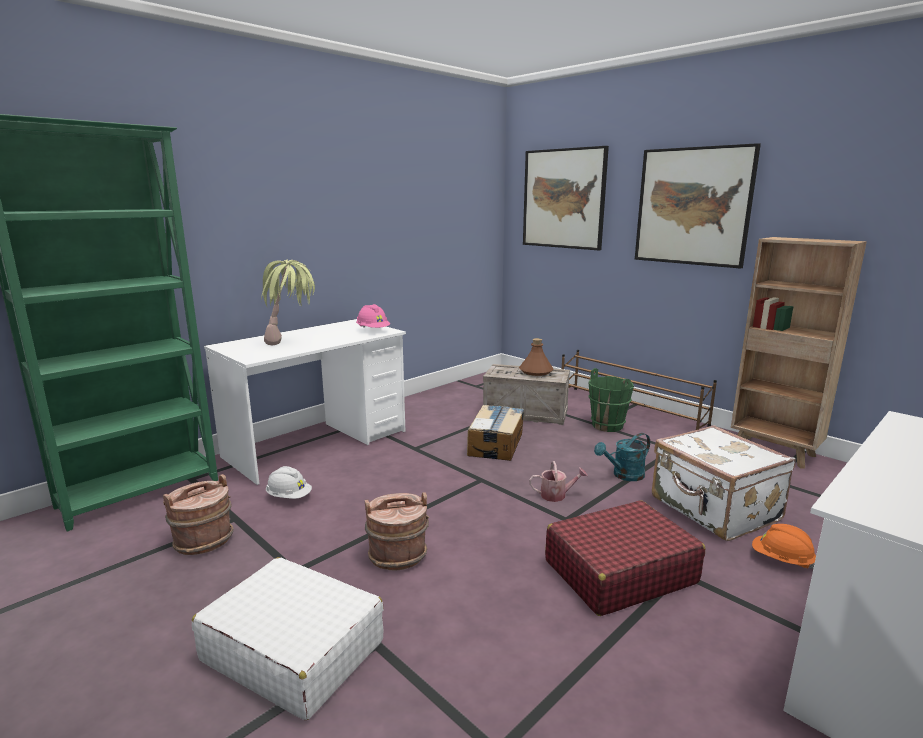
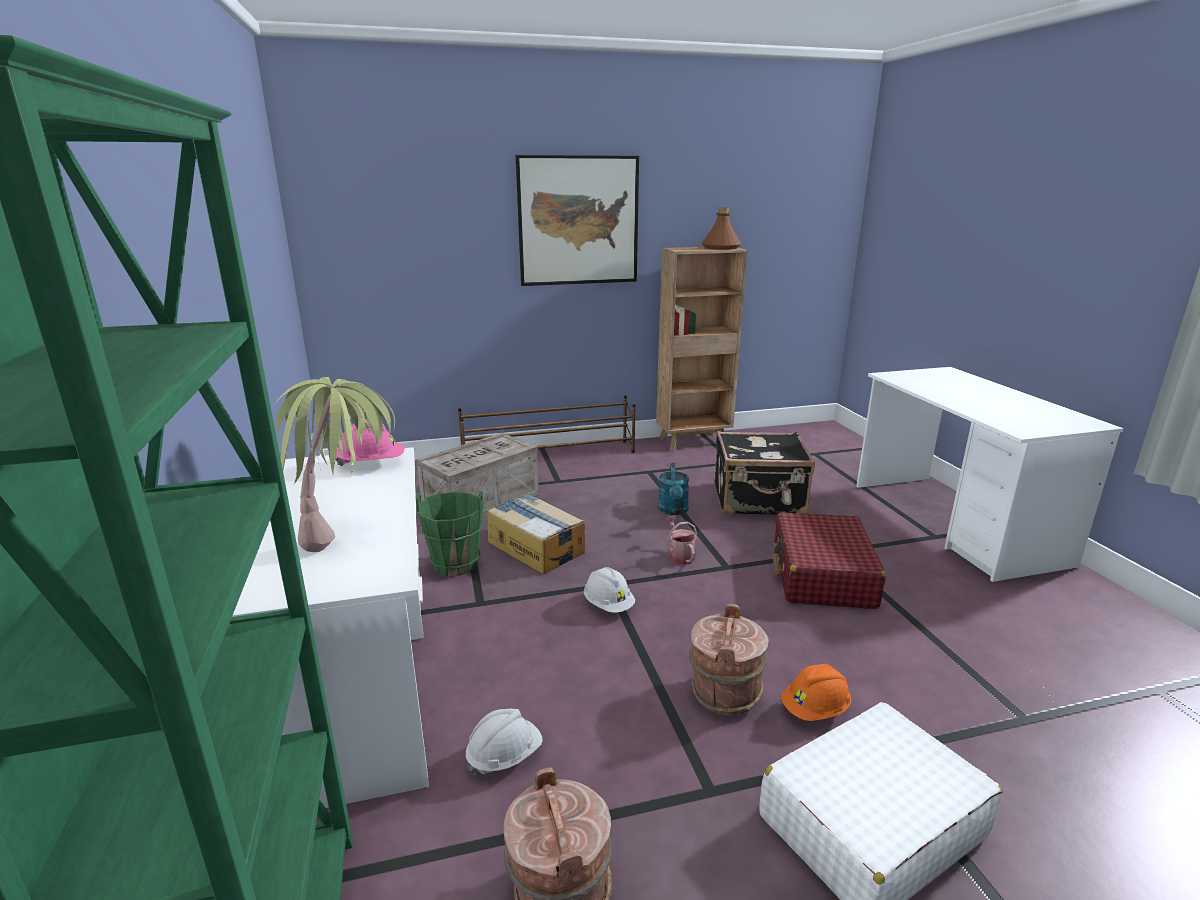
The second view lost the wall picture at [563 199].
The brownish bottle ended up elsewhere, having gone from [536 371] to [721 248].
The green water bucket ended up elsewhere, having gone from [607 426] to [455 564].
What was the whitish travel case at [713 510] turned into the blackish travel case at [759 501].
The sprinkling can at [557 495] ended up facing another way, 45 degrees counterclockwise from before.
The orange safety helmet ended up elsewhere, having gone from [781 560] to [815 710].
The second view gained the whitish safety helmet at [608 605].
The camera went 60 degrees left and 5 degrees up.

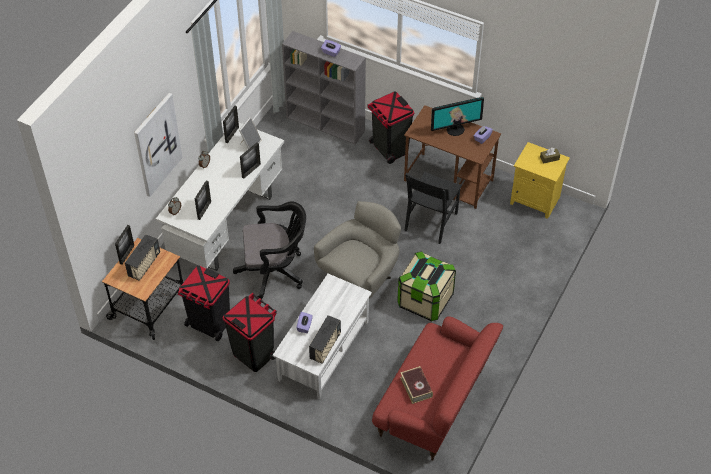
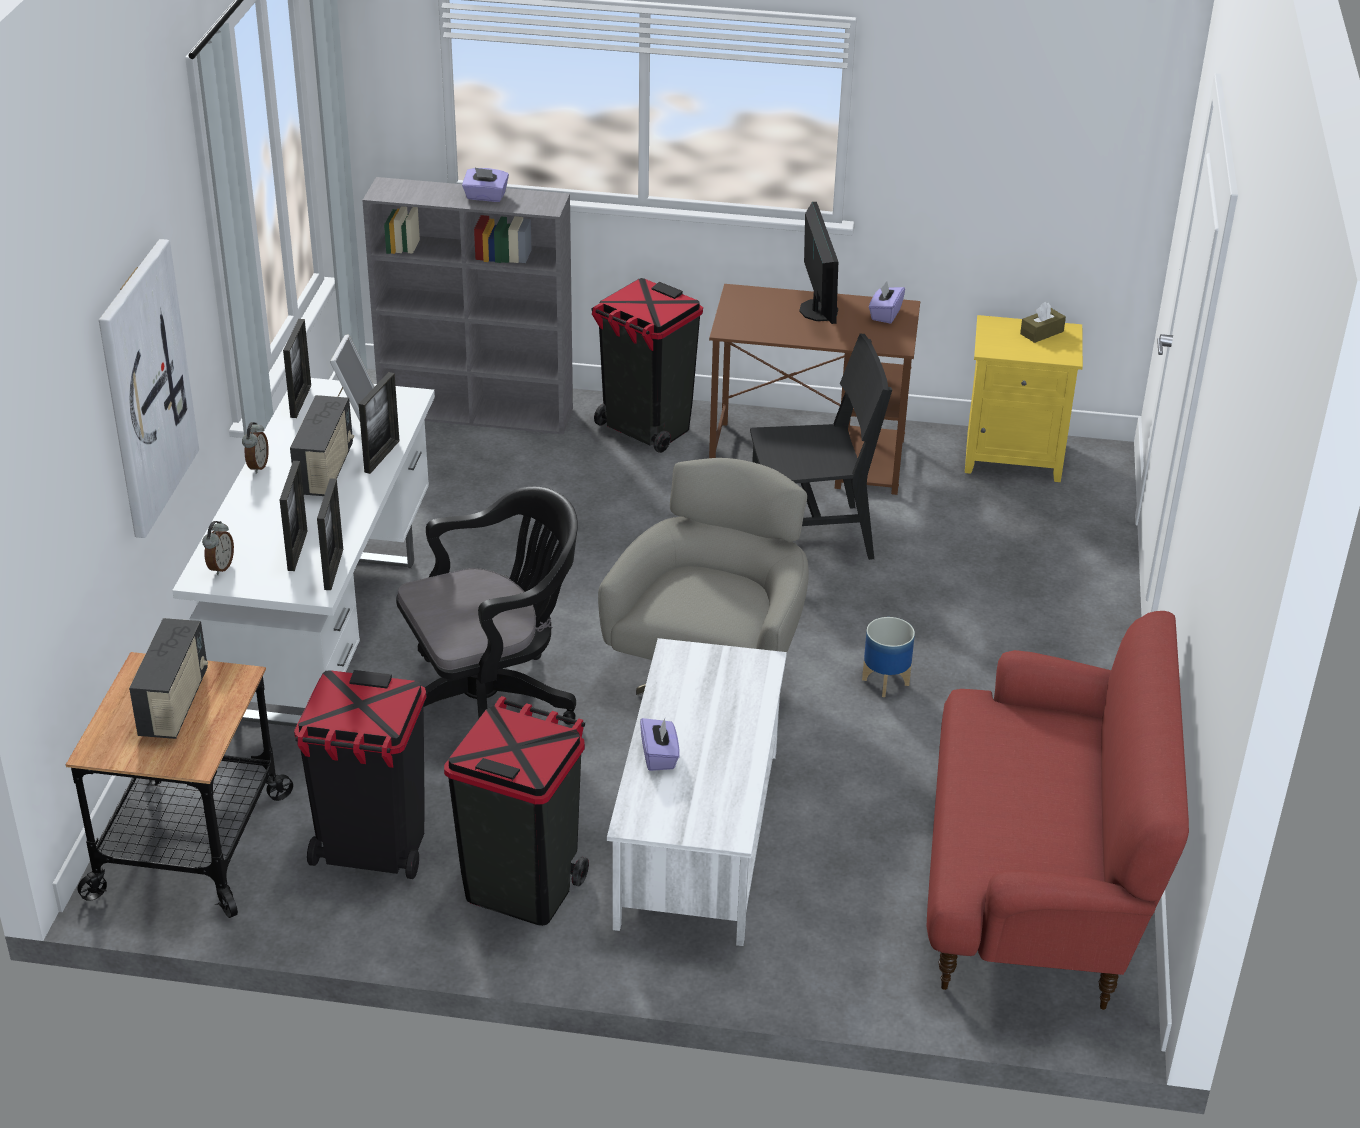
The computer display at [455 129] ended up facing another way, 60 degrees counterclockwise from before.
The blackish plain chair at [431 221] ended up facing another way, 105 degrees counterclockwise from before.
The photo frame ended up elsewhere, having gone from [127 254] to [334 569].
Where the storage container stood at [425 300], the planter came to stand at [886 682].
The radio ended up elsewhere, having gone from [325 346] to [325 471].
The second view lost the volume at [416 387].
The camera went 20 degrees left and 15 degrees down.

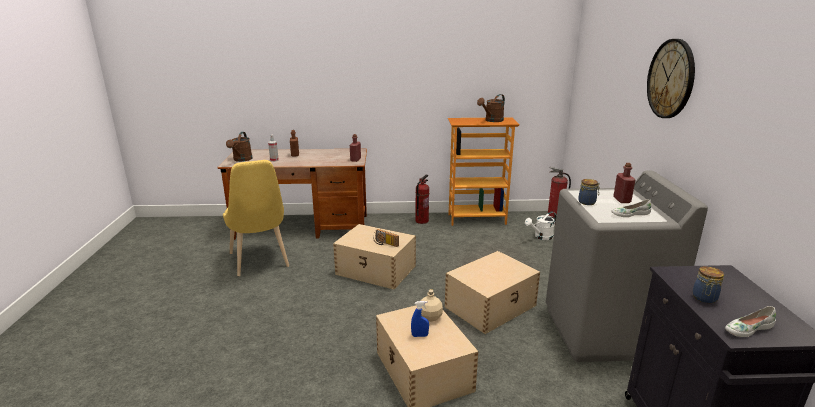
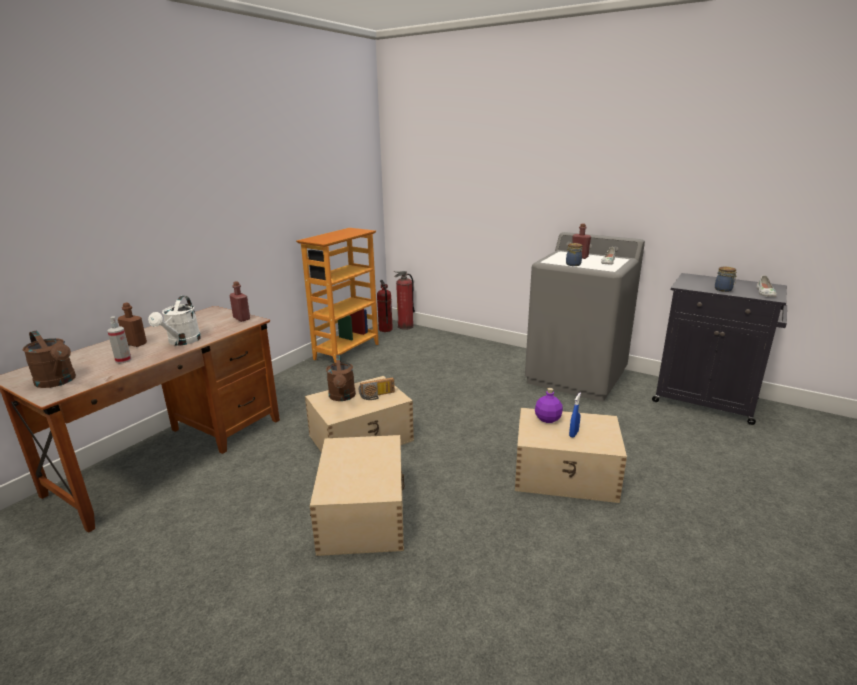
The second view lost the clock on the wall at [671 79].
The brownish sprinkling can ended up elsewhere, having gone from [492 120] to [342 397].
The second view lost the yellowish plain chair at [260 262].
The fire-fighting cylinder ended up elsewhere, having gone from [421 221] to [385 329].
The whitish sprinkling can ended up elsewhere, having gone from [541 237] to [182 342].
The beige-coloured storage container ended up elsewhere, having gone from [491 306] to [363 512].
What was the beige-coloured bottle at [430 317] turned into the purple-coloured bottle at [548 419].
The camera went 55 degrees left and 0 degrees up.

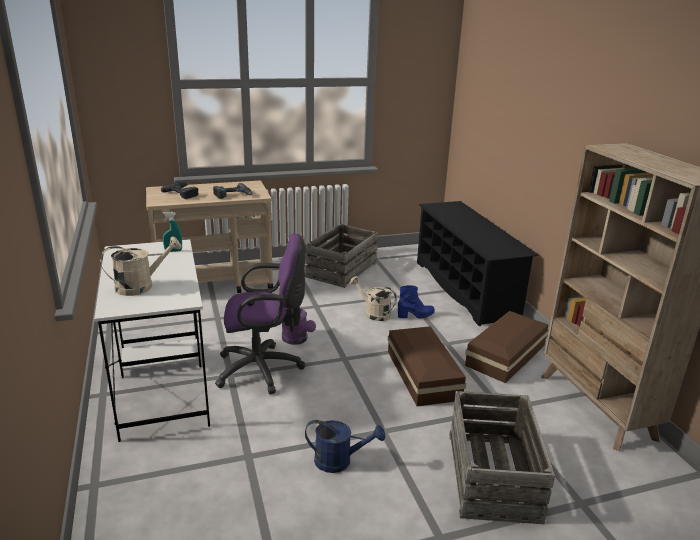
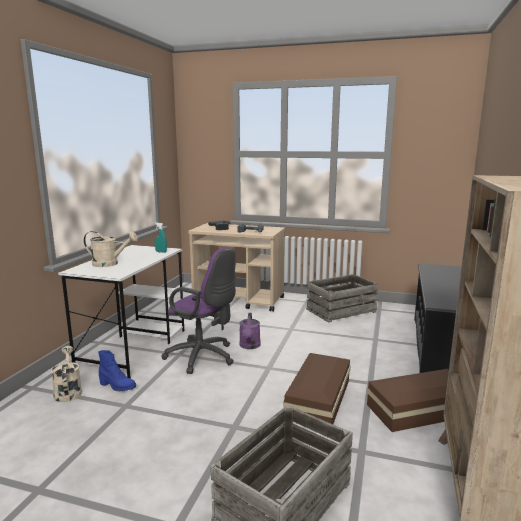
The beige-coloured sprinkling can ended up elsewhere, having gone from [373 313] to [68 391].
The bluish boot ended up elsewhere, having gone from [416 315] to [117 386].
The second view lost the bluish sprinkling can at [340 461].
The camera went 35 degrees right and 10 degrees down.

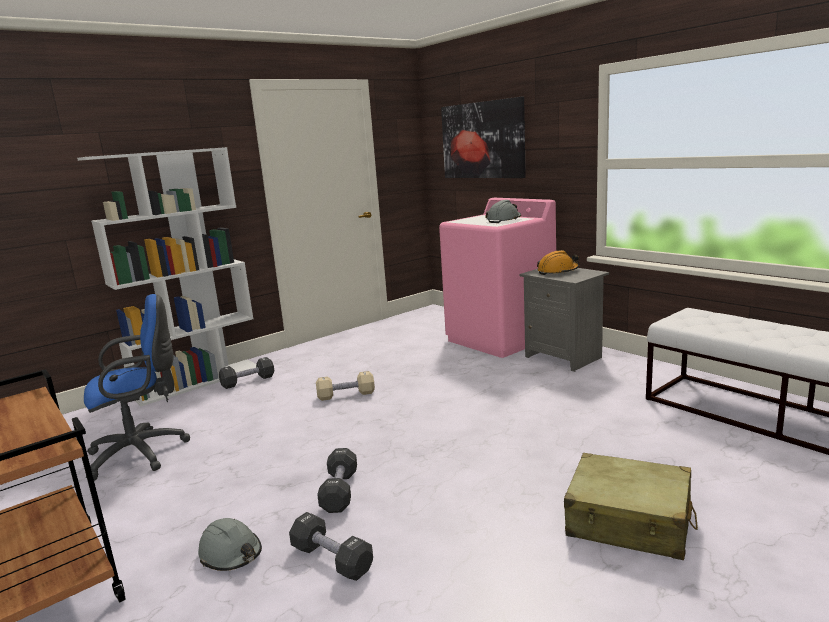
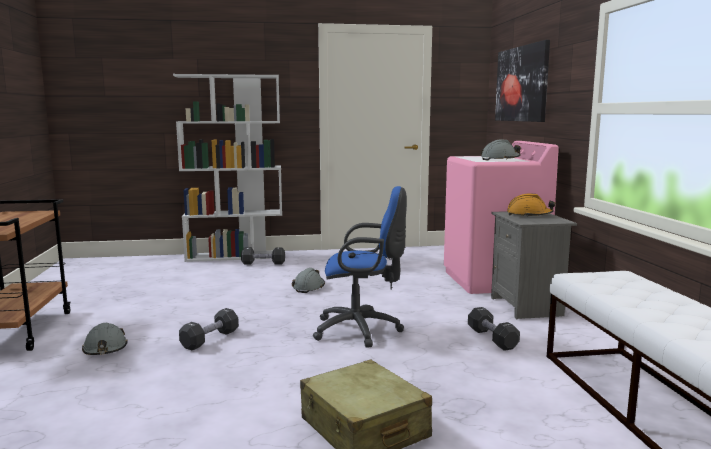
The bluish office chair ended up elsewhere, having gone from [143 452] to [362 330].
Where the beige-coloured dumbbell stood at [346 395], the grey safety helmet came to stand at [309 287].
The blackish dumbbell ended up elsewhere, having gone from [332 559] to [492 339].
The camera went 30 degrees right and 5 degrees down.

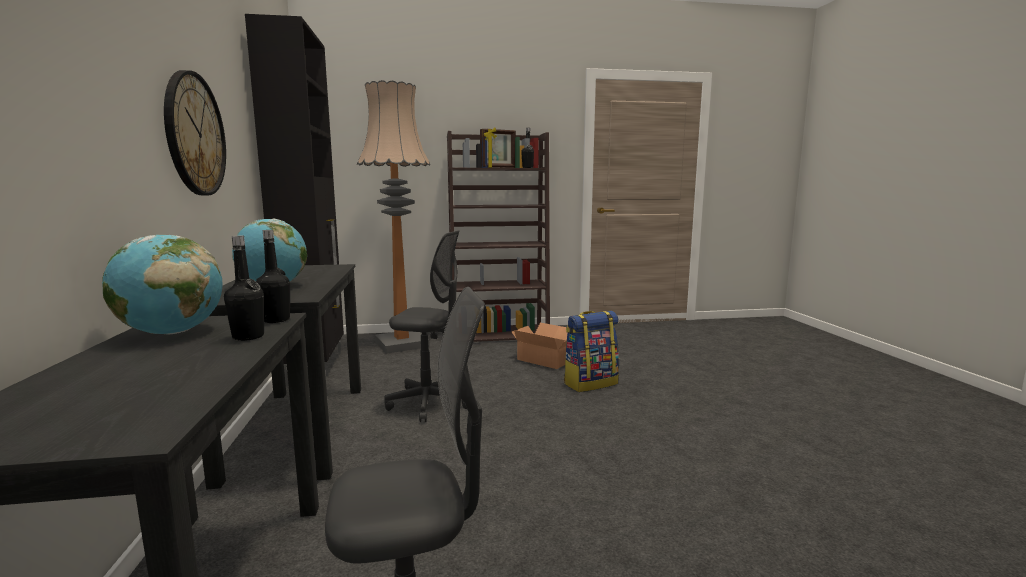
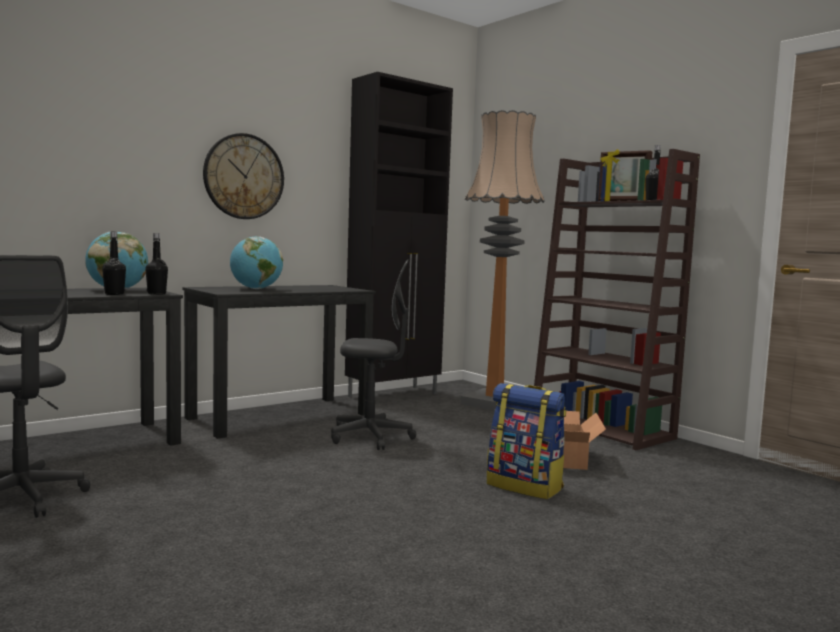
The grey office chair at [428 403] ended up facing another way, 75 degrees counterclockwise from before.
The camera went 60 degrees right and 5 degrees down.

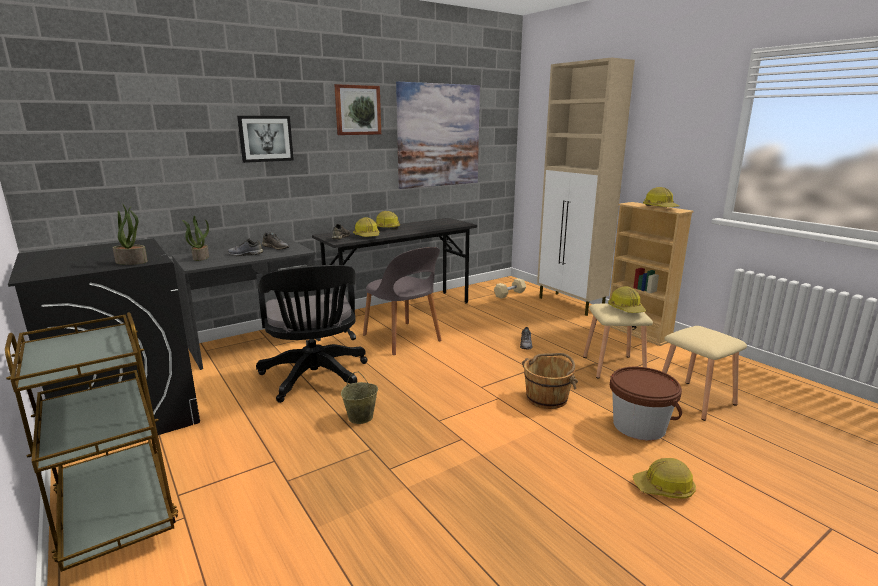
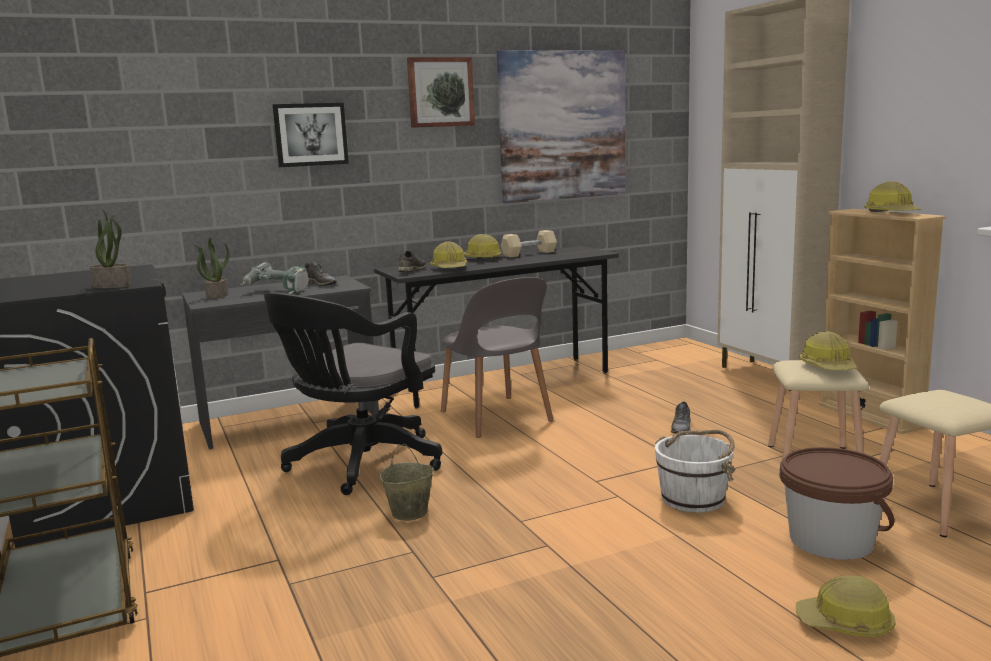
Where the grey low shoe stood at [245 254], the drill came to stand at [275 291].
The blackish office chair at [315 379] ended up facing another way, 45 degrees clockwise from before.
The beige-coloured dumbbell ended up elsewhere, having gone from [509 294] to [529 253].
What was the brownish water bucket at [547 398] turned into the whitish water bucket at [694 498].
The camera went 10 degrees right and 5 degrees down.

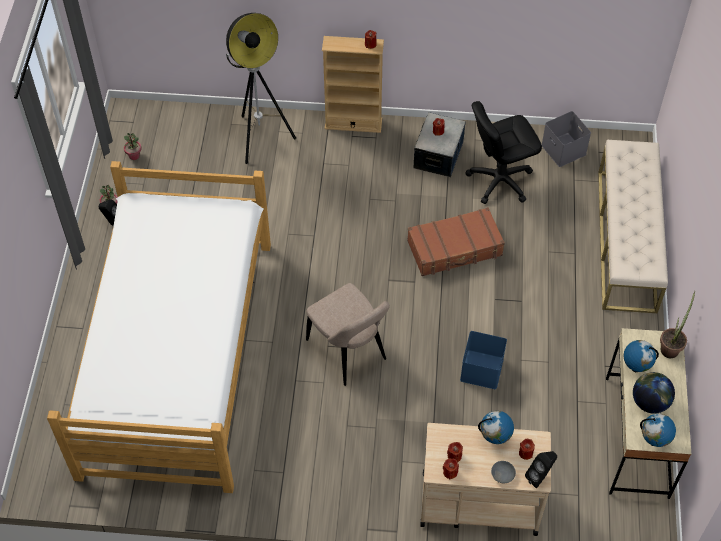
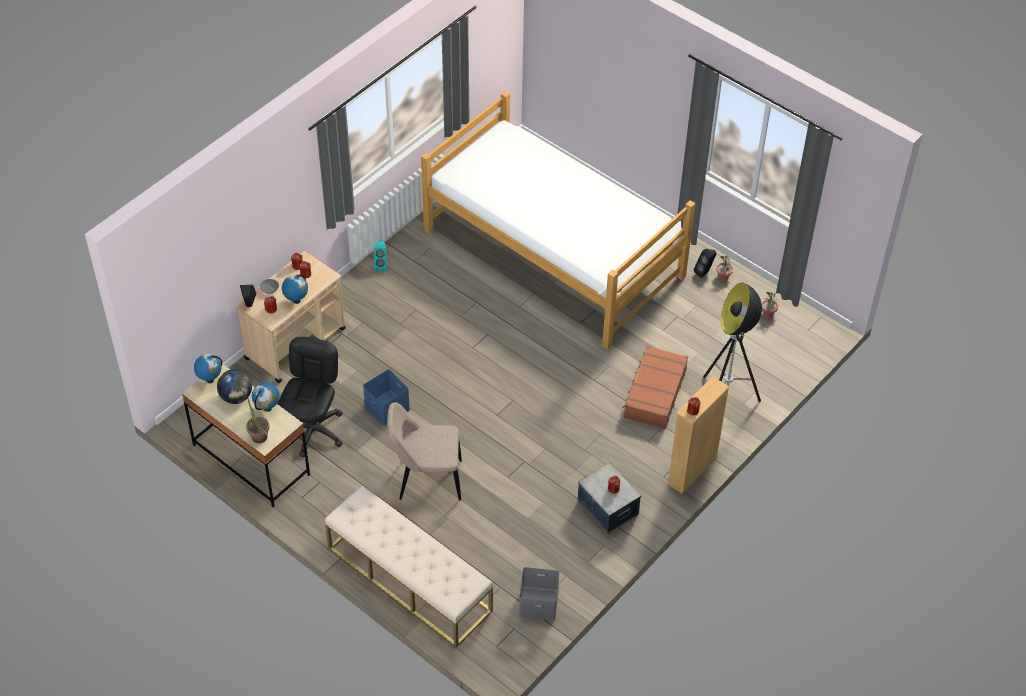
The blackish office chair ended up elsewhere, having gone from [499 180] to [313 430].
The brownish travel case ended up elsewhere, having gone from [455 249] to [654 393].
The beige-coloured plain chair ended up elsewhere, having gone from [348 352] to [426 480].
The second view gained the turquoise loudspeaker at [381 265].
The camera went 125 degrees right and 5 degrees down.

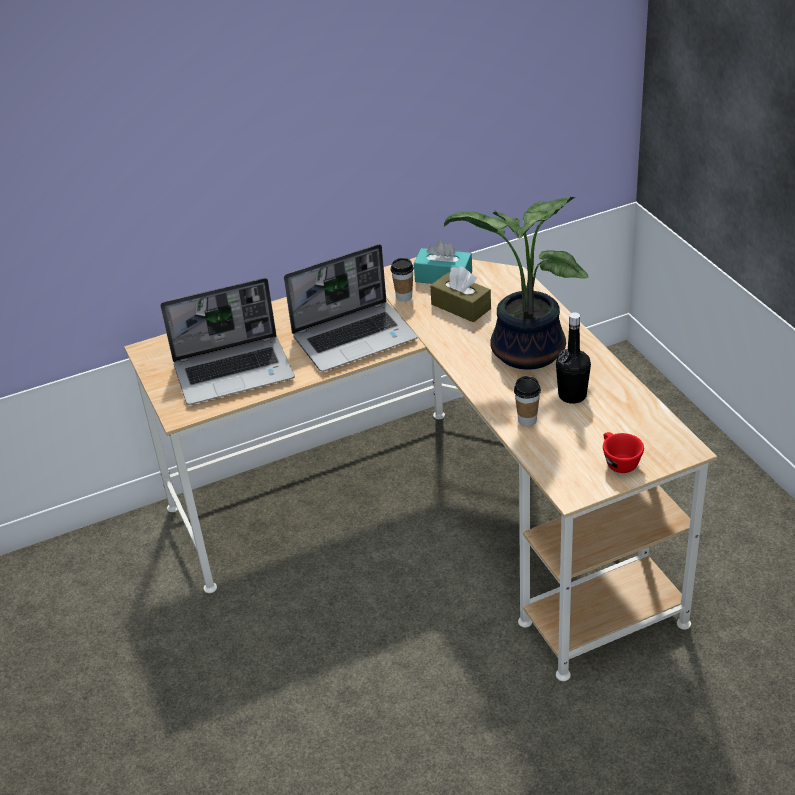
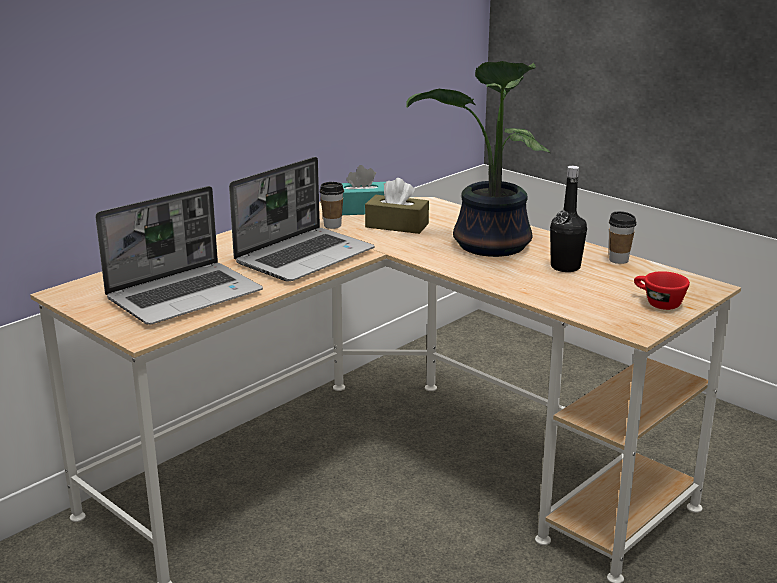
The drinking cup ended up elsewhere, having gone from [527 420] to [618 260].
The camera went 25 degrees left and 15 degrees down.

